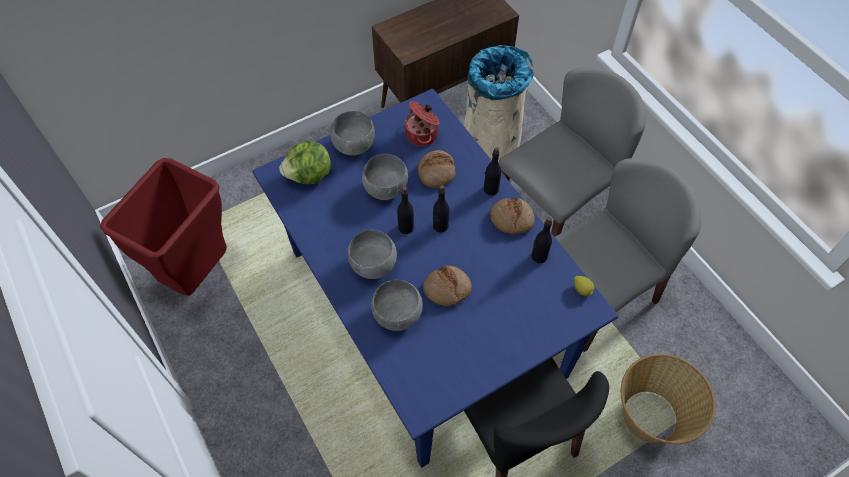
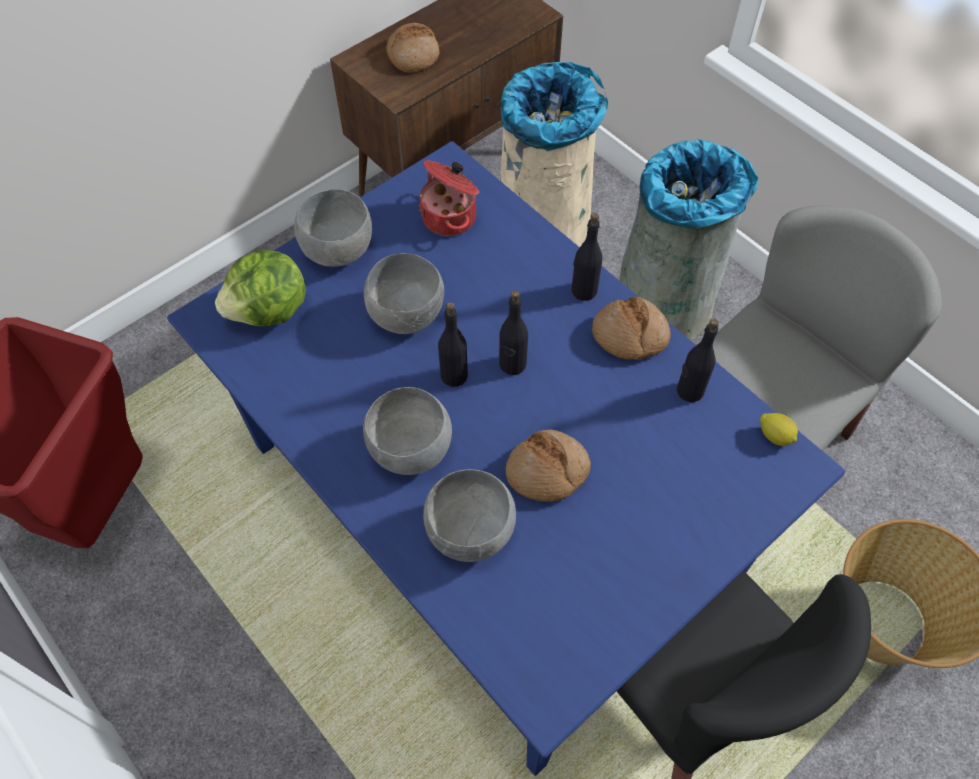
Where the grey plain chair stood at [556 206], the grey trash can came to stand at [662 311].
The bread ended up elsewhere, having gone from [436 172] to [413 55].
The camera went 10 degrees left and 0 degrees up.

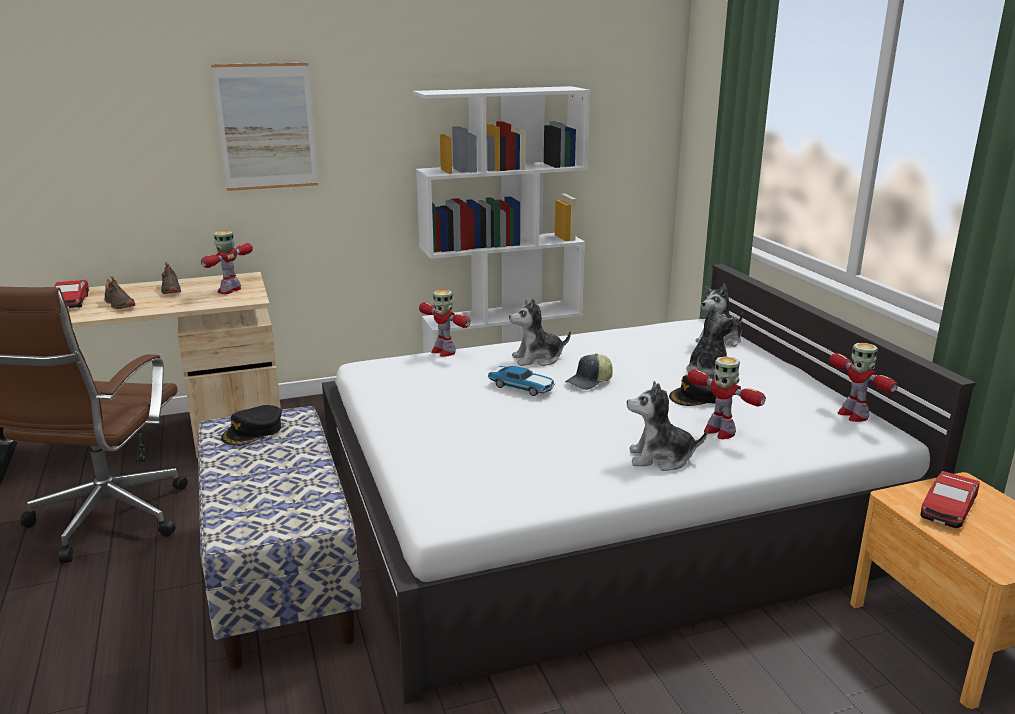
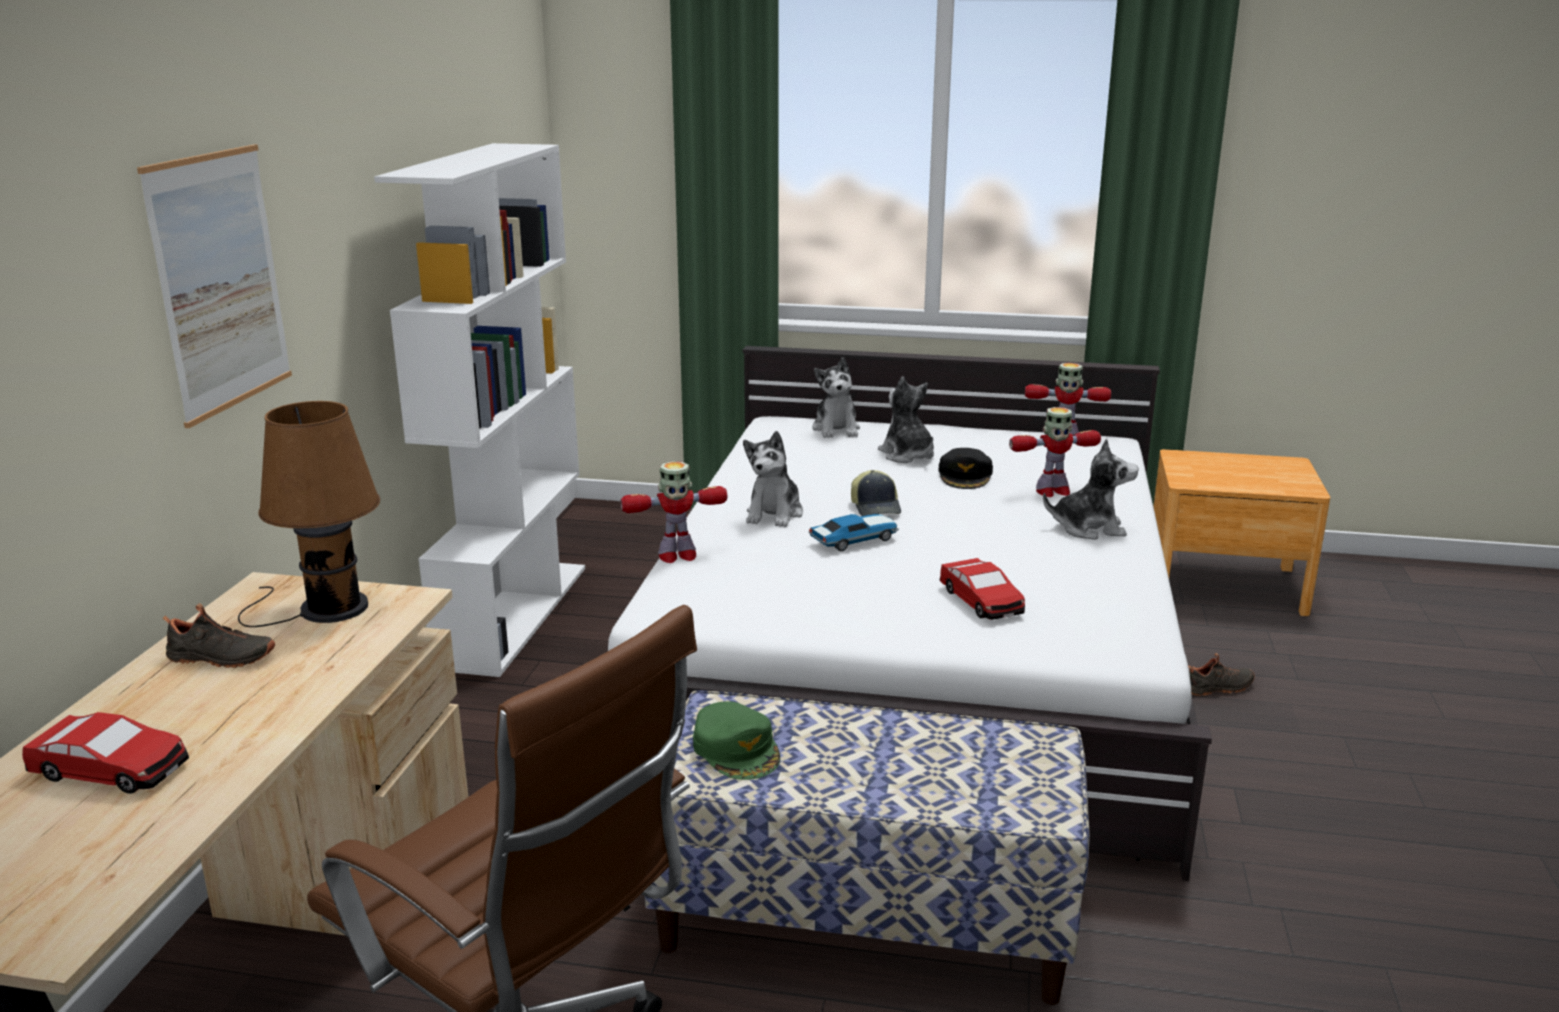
Where the model robot stood at [230 290], the brownish table lamp came to stand at [326 608].
The blackish low shoe ended up elsewhere, having gone from [119 305] to [1219 688].
The plush toy at [660 458] ended up facing another way, 120 degrees counterclockwise from before.
What was the blackish baseball cap at [253 431] turned into the green baseball cap at [737 750].
The miniature car ended up elsewhere, having gone from [947 509] to [981 601].
The camera went 60 degrees left and 0 degrees up.

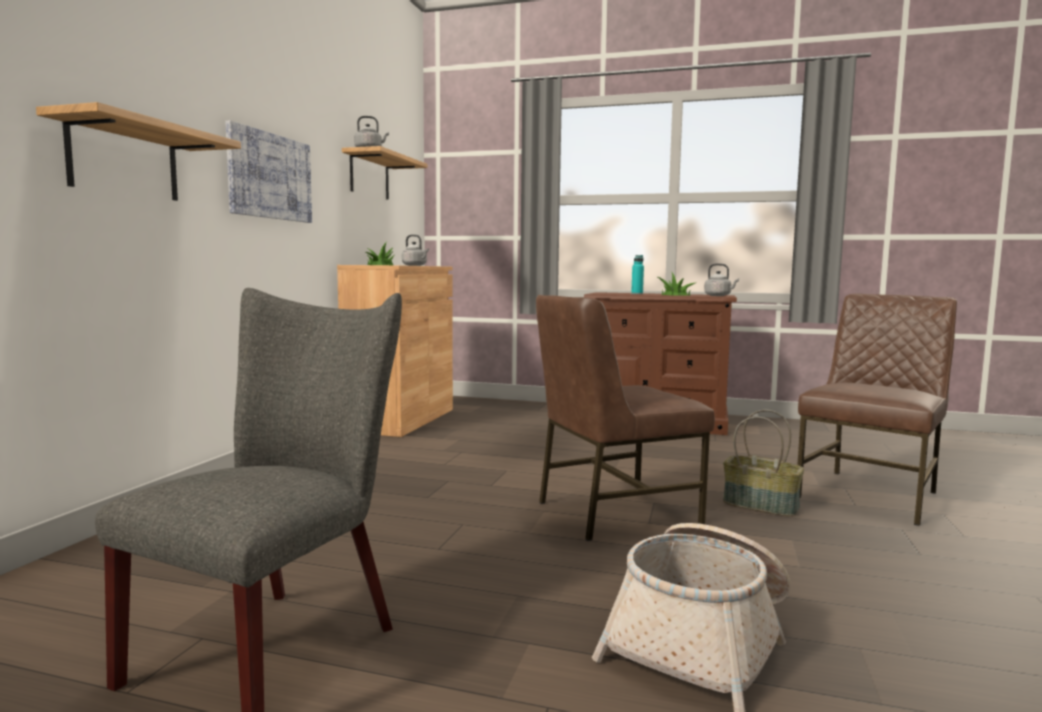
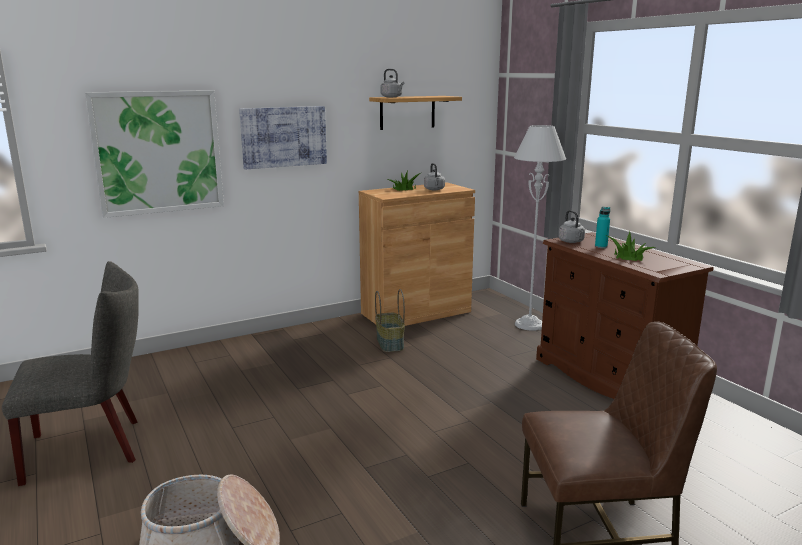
Where the shelf hung at [124 161], the wall picture came to hang at [158 152].
The grey kettle ended up elsewhere, having gone from [719 296] to [571 241].
The second view lost the brownish plain chair at [614 512].
The household basket ended up elsewhere, having gone from [761 505] to [390 343].
The second view gained the grey standard lamp at [529 324].
The camera went 45 degrees right and 10 degrees up.

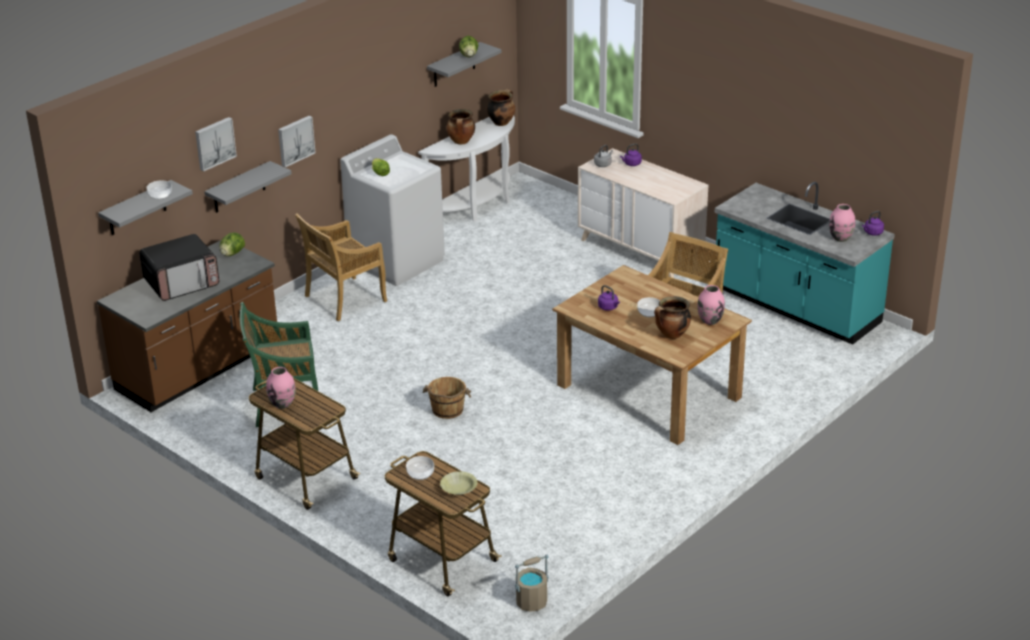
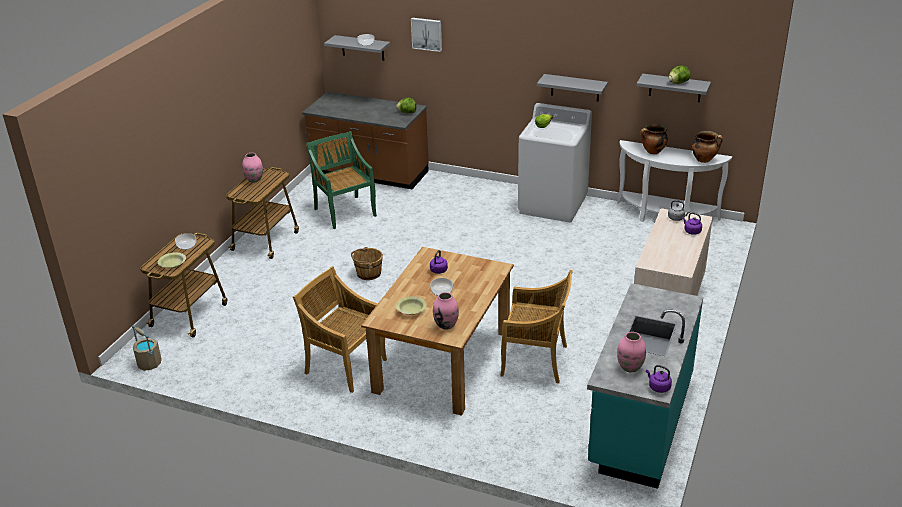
The second view lost the wall picture at [295 140].
The grey shelf ended up elsewhere, having gone from [239 188] to [575 88].
The beige-coloured plain chair ended up elsewhere, having gone from [344 299] to [344 366].
The second view lost the kitchen microwave at [182 283].
Where the saucepot stood at [671 335], the yellowish serving bowl came to stand at [411 310].
The camera went 70 degrees right and 0 degrees up.

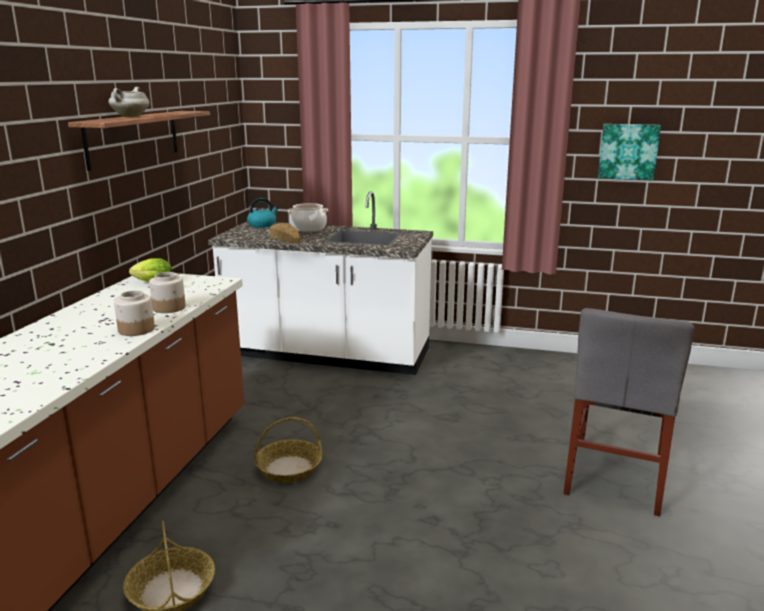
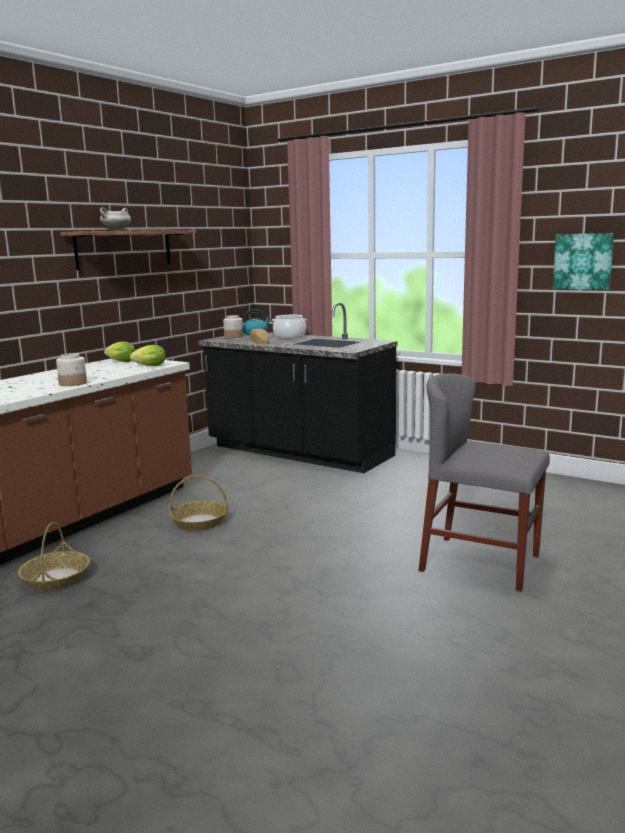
What was the whitish kitchen counter at [327 354] turned into the blackish kitchen counter at [298 452].
The preserve jar ended up elsewhere, having gone from [169 308] to [233 336].
The grey plain chair at [615 476] ended up facing another way, 75 degrees clockwise from before.
The second view gained the lettuce at [148 366].
The camera went 20 degrees right and 5 degrees down.

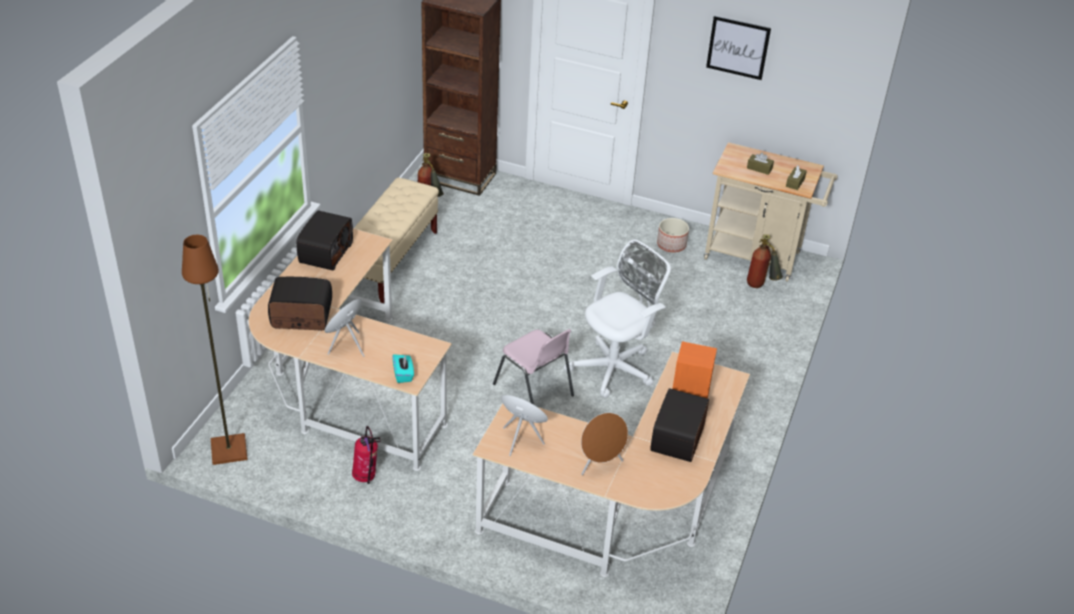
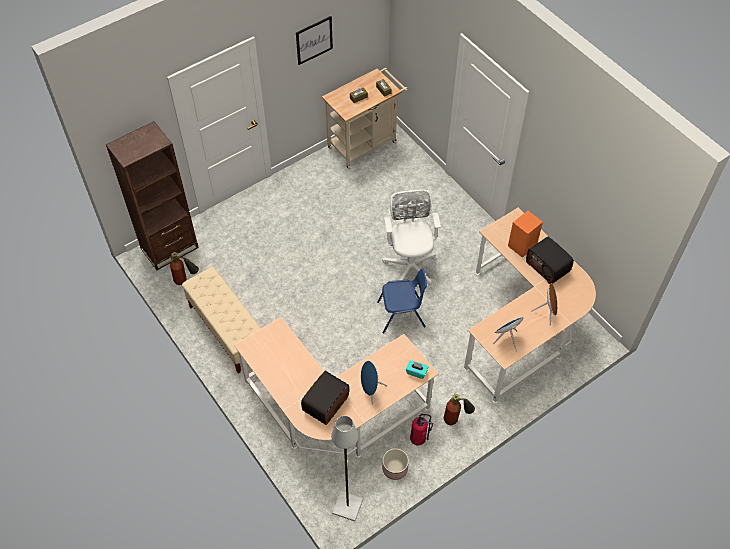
The second view lost the radio at [325 253].
The planter ended up elsewhere, having gone from [671 244] to [395 468].
The fire-fighting cylinder ended up elsewhere, having gone from [760 287] to [456 418].
What was the brownish standard lamp at [229 449] turned into the grey standard lamp at [347 506].
What was the pinkish plain chair at [534 390] turned into the bluish plain chair at [402 315].
The camera went 55 degrees left and 15 degrees up.

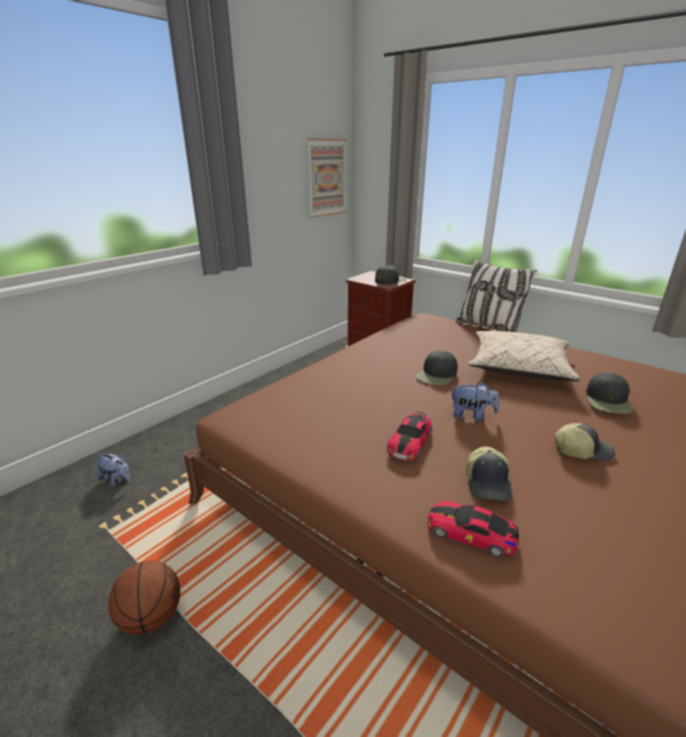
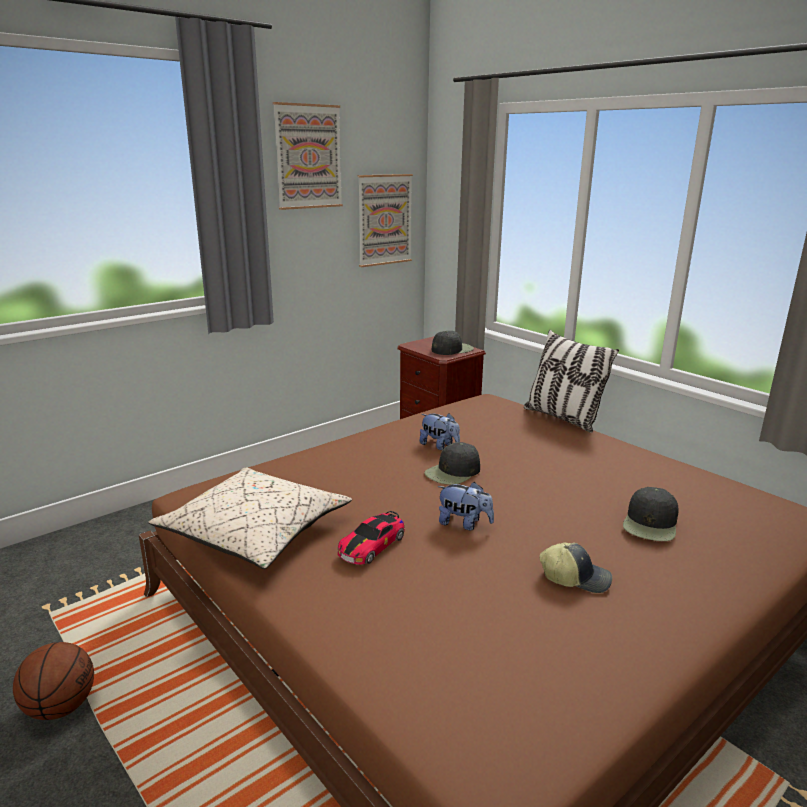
The beige-coloured cushion ended up elsewhere, having gone from [518 368] to [255 532].
The second view lost the baseball cap at [488 483].
The plush toy ended up elsewhere, having gone from [117 480] to [439 446].
The second view lost the miniature car at [470 533].
The second view gained the wall picture at [308 157].
The camera went 10 degrees right and 5 degrees down.

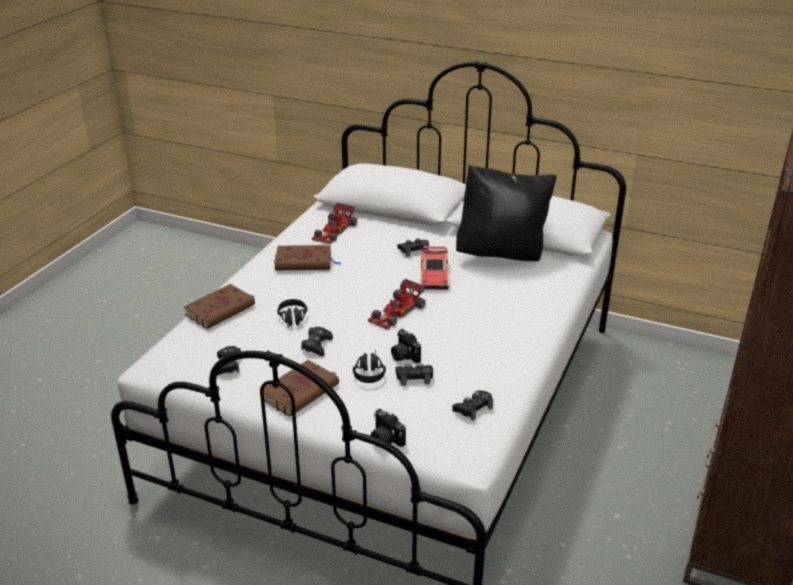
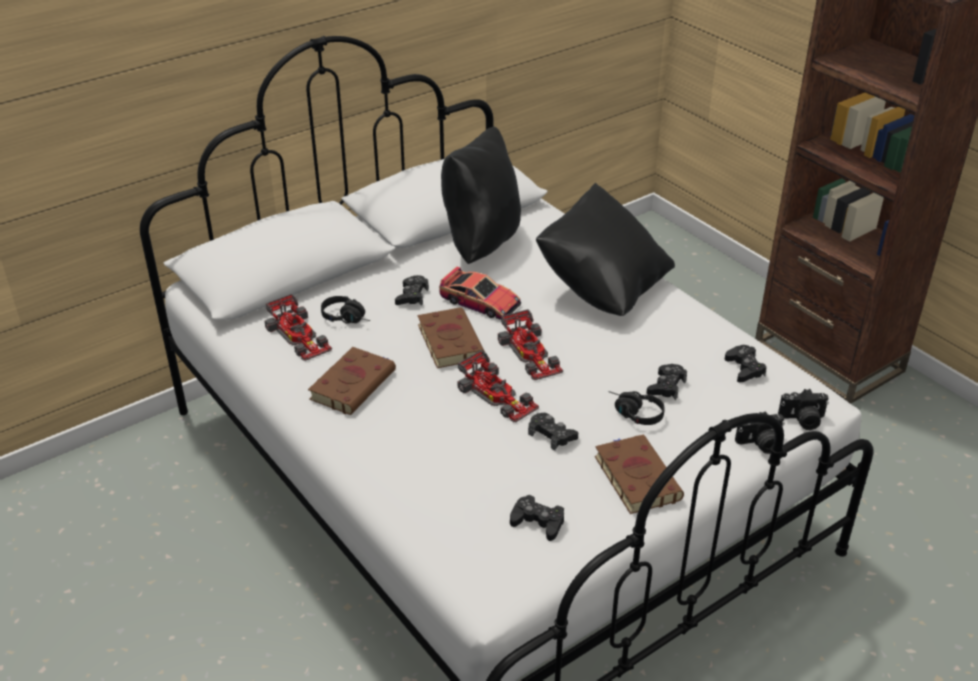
The brownish volume ended up elsewhere, having gone from [221 309] to [449 340].
The blackish pair of headphones ended up elsewhere, having gone from [293 320] to [348 318].
The photo camera ended up elsewhere, having gone from [404 356] to [802 420].
The second view gained the blackish cushion at [602 287].
The second view gained the miniature car at [497 395].
The camera went 60 degrees left and 5 degrees up.

